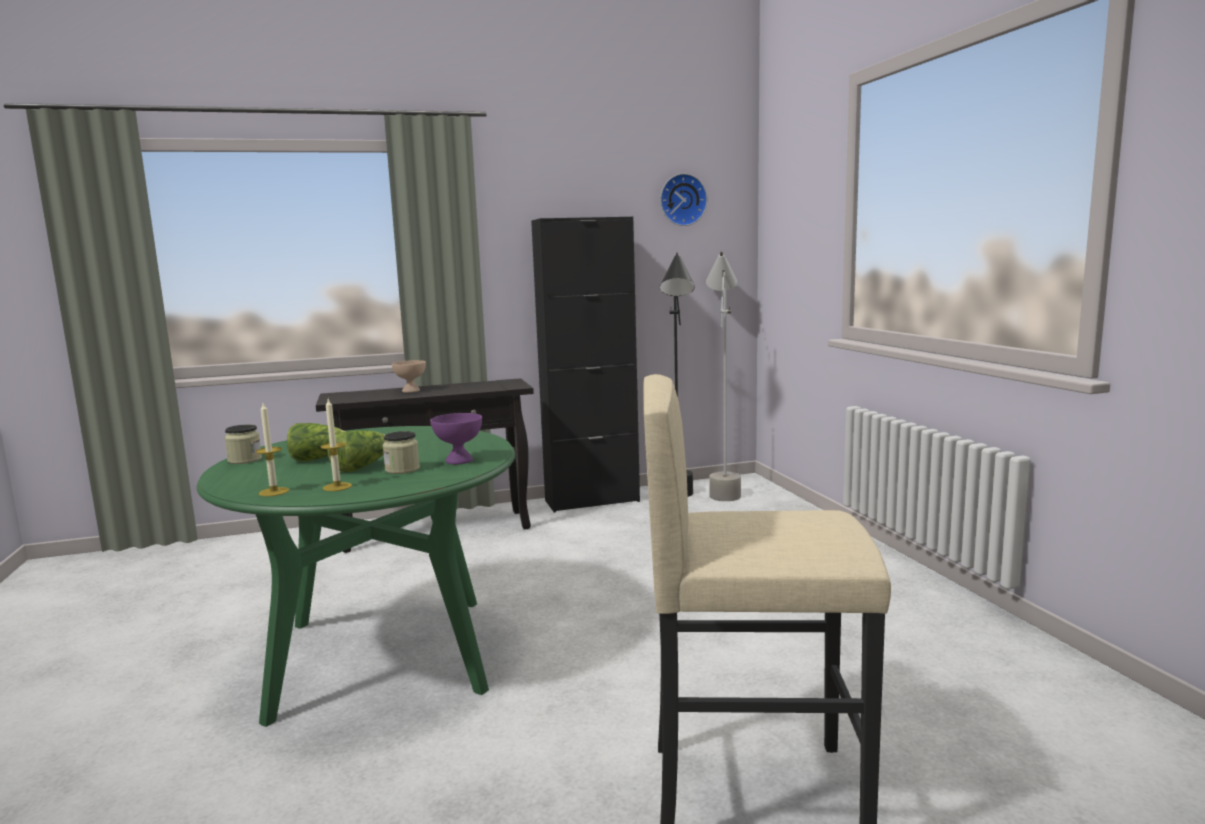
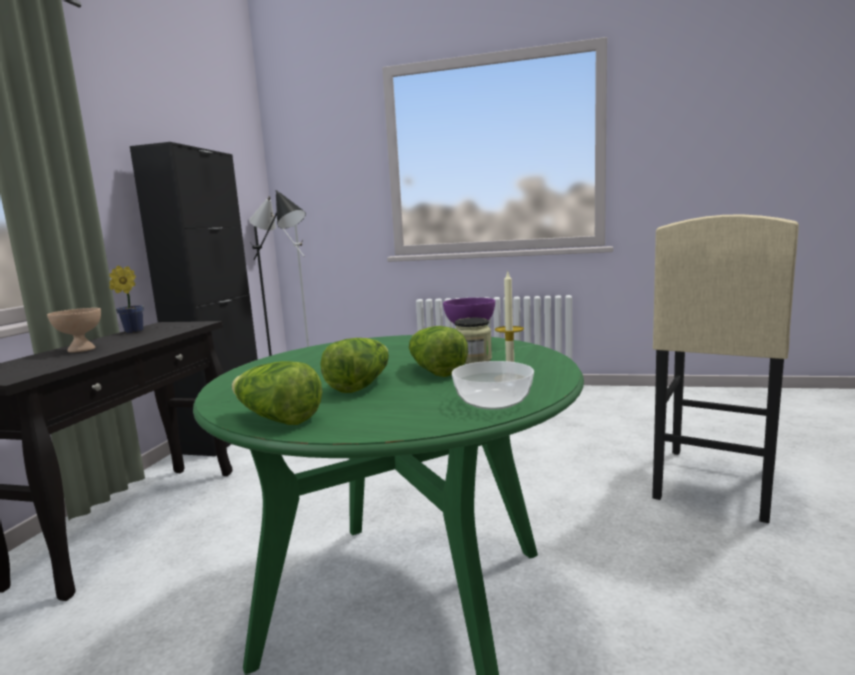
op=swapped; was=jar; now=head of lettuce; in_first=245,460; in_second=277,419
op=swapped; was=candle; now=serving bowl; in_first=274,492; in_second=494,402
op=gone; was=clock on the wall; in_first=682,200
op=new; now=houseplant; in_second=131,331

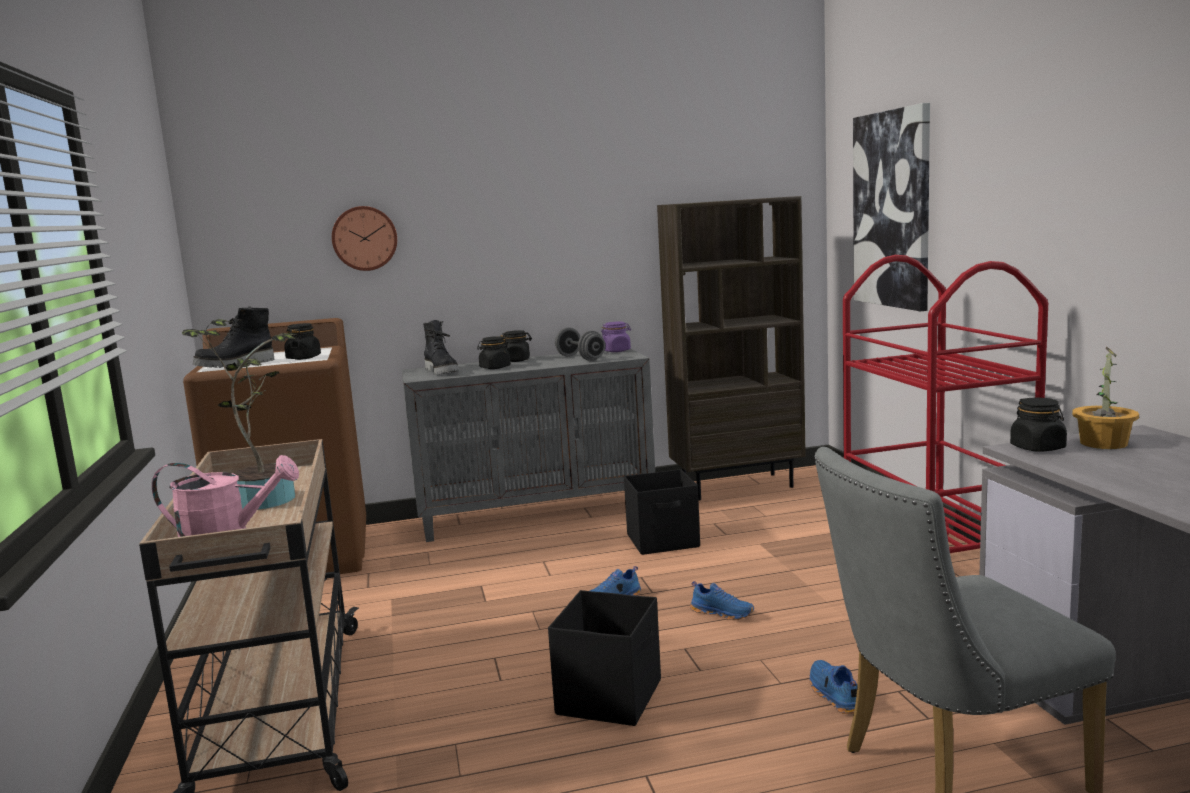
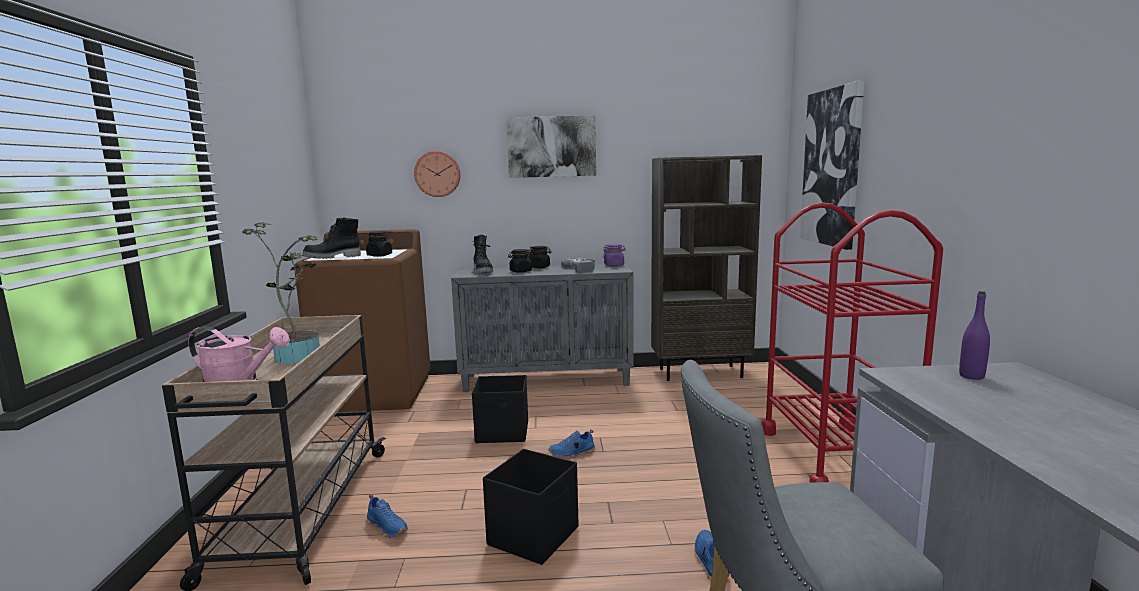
op=swapped; was=hand weight in greyish; now=power drill; in_first=580,358; in_second=584,269
op=shifted; was=storage container in black-coloured; in_first=664,541; in_second=503,432
op=shifted; was=shoe in blue-coloured; in_first=722,613; in_second=388,527
op=gone; was=jar in black-coloured; in_first=1038,448
op=swapped; was=houseplant; now=beverage bottle in purplish; in_first=1102,443; in_second=971,376
op=new; now=wall picture; in_second=551,147

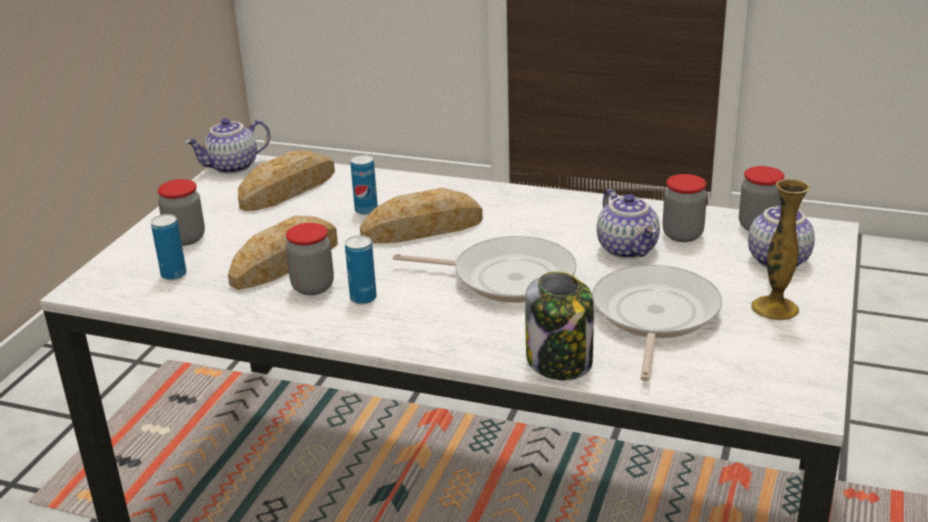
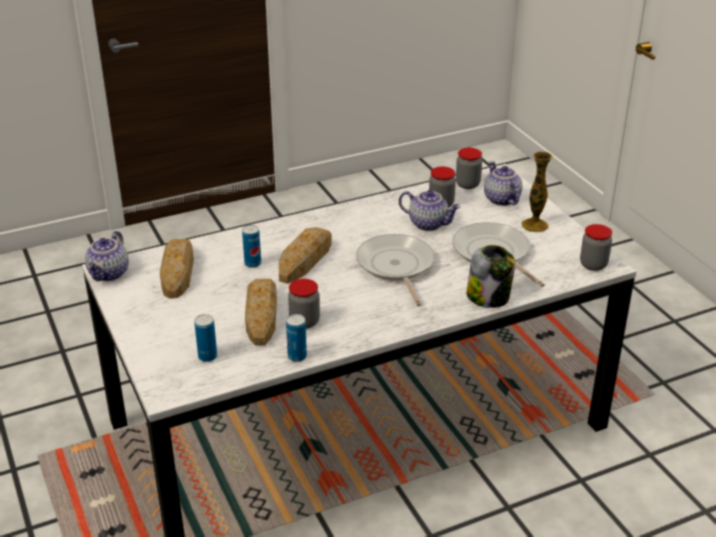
op=shifted; was=jar; in_first=186,238; in_second=593,265
op=shifted; was=metal can; in_first=363,298; in_second=297,356
op=rotated; was=skillet; in_first=507,277; in_second=396,267; clockwise=-75

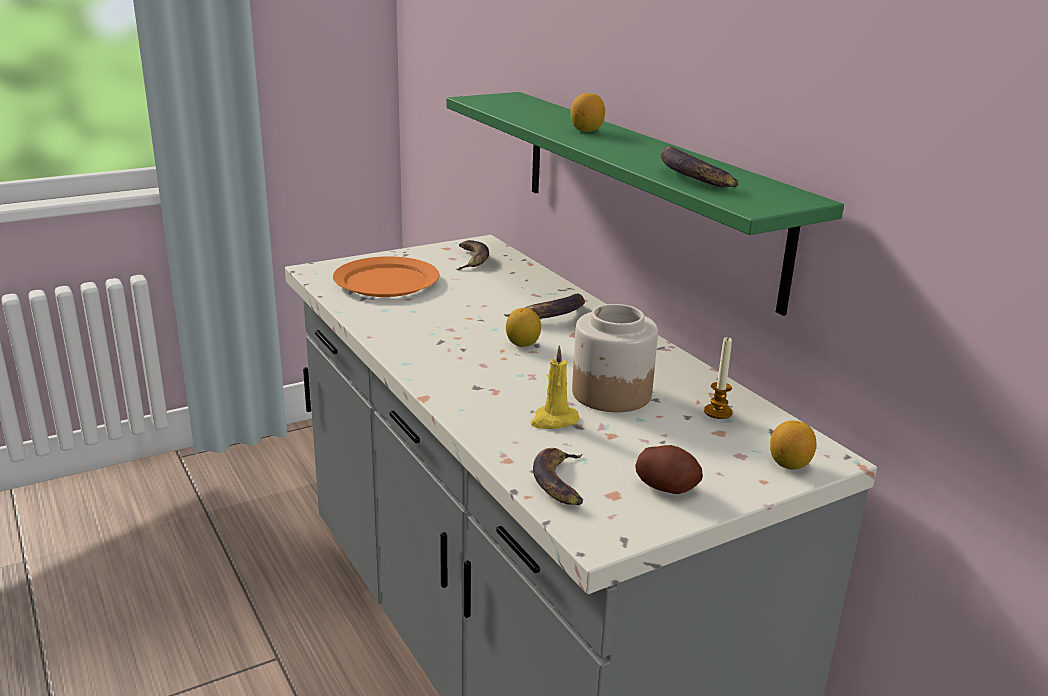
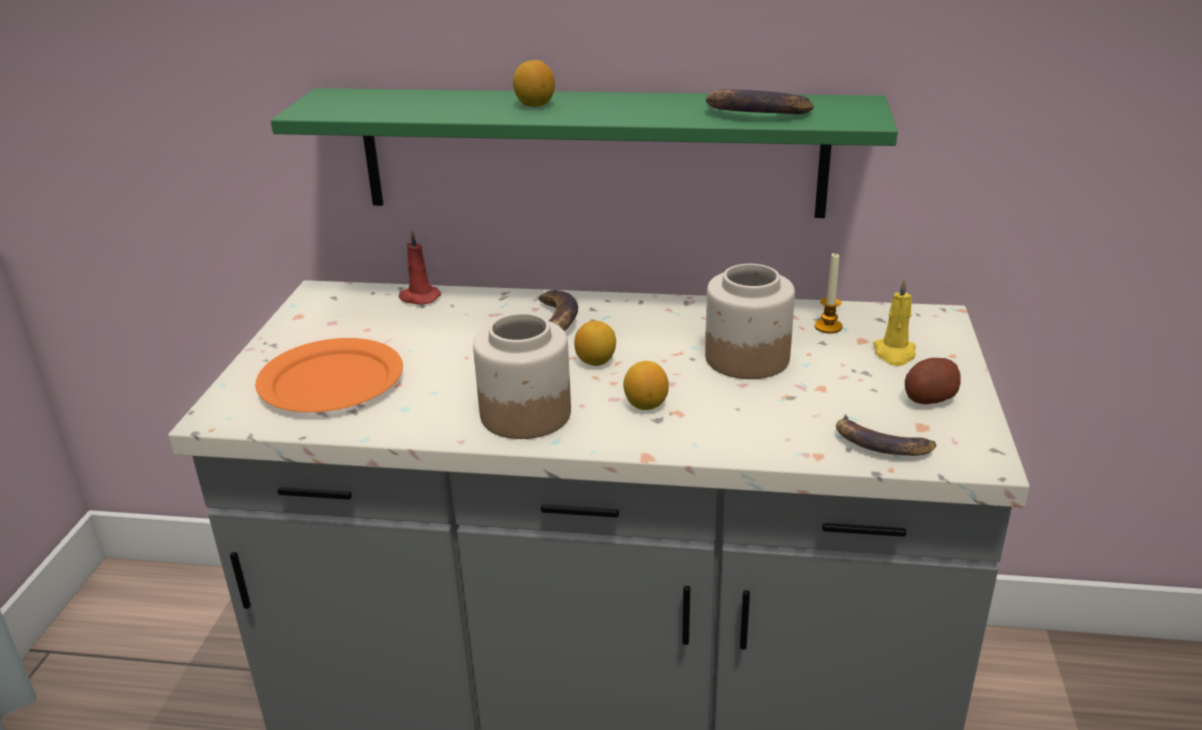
op=gone; was=banana; in_first=471,259
op=shifted; was=candle in yellow-coloured; in_first=553,420; in_second=894,354
op=shifted; was=whole lemon; in_first=789,464; in_second=645,405
op=new; now=candle in red; in_second=418,297
op=new; now=jar; in_second=524,414

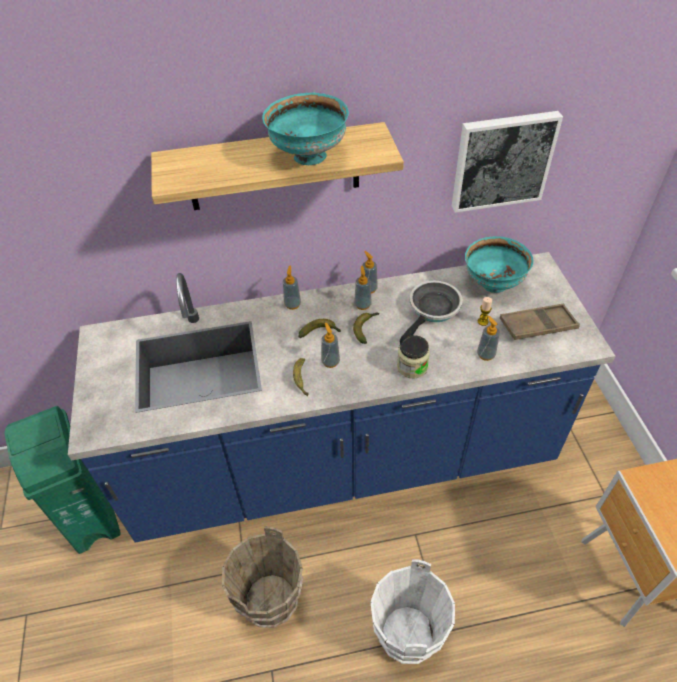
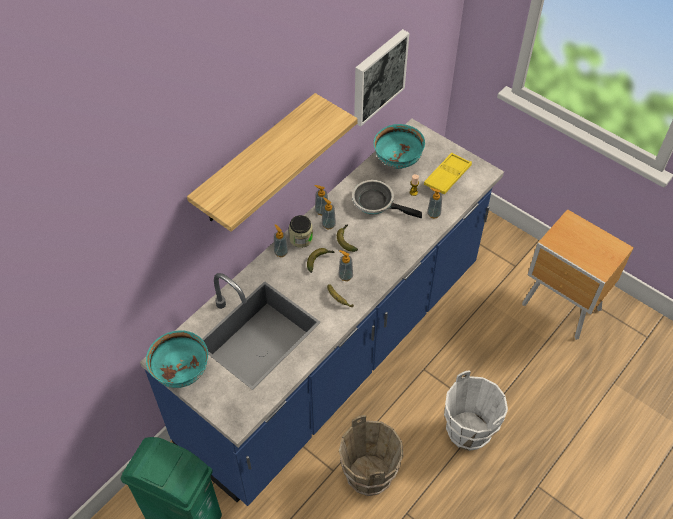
op=shifted; was=serving bowl in turquoise-coloured; in_first=308,157; in_second=182,373
op=shifted; was=jar; in_first=412,367; in_second=301,238
op=rotated; was=skillet; in_first=432,310; in_second=376,202; clockwise=-60
op=repainted; was=carrying tray in brown-coloured; now=carrying tray in yellow-coloured; in_first=537,326; in_second=447,176

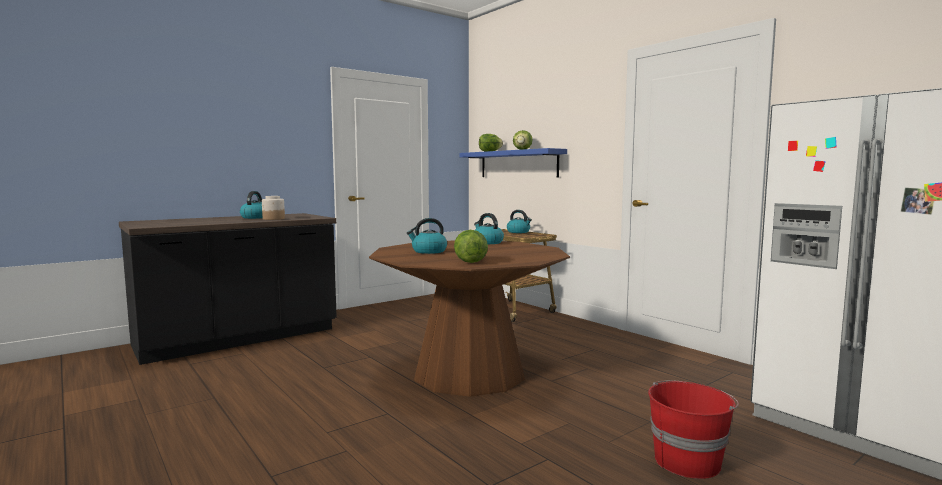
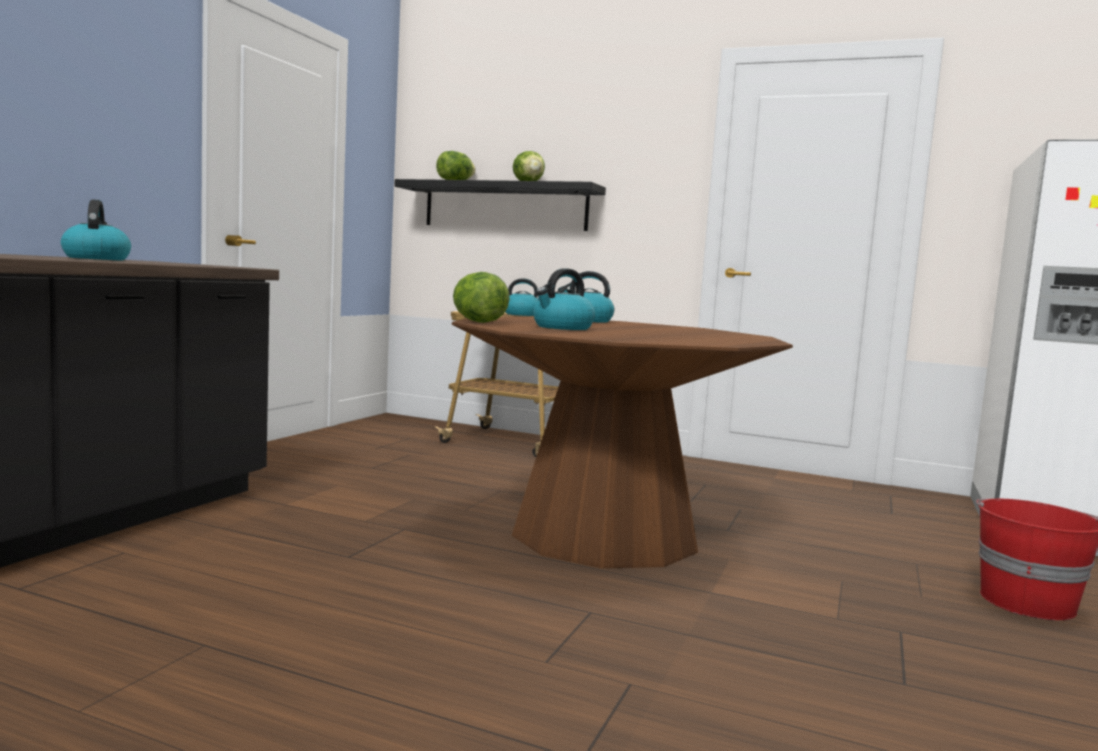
op=gone; was=jar; in_first=273,219
op=shifted; was=head of lettuce; in_first=470,262; in_second=478,322
op=repainted; was=bracket shelf in blue-coloured; now=bracket shelf in black-coloured; in_first=518,164; in_second=505,206

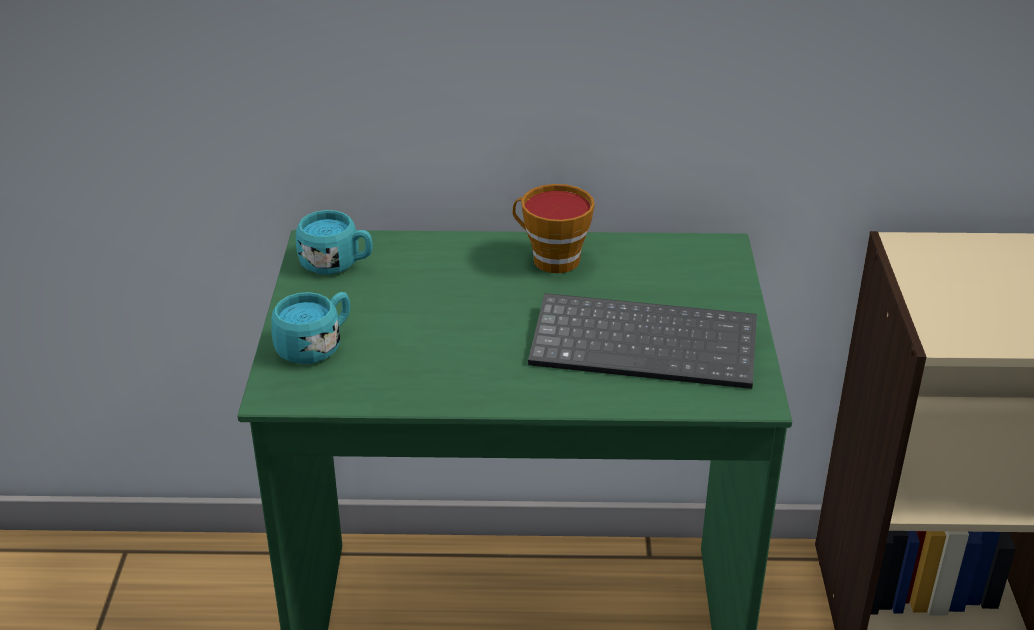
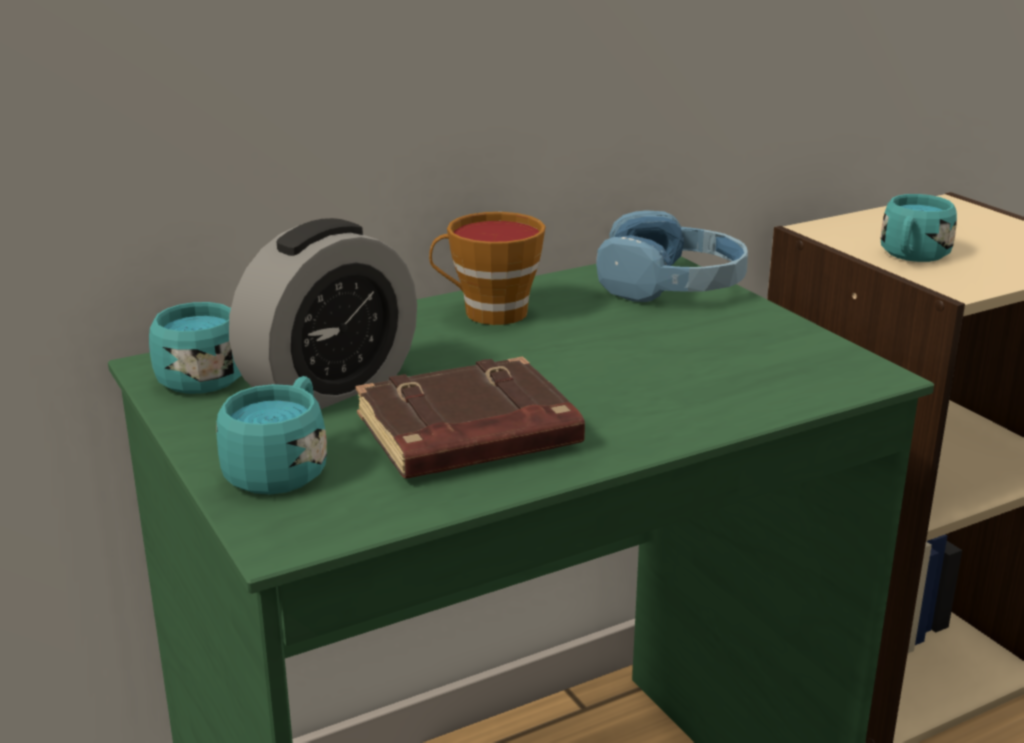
op=gone; was=computer keyboard; in_first=647,344
op=new; now=table clock; in_second=330,387
op=new; now=bound book in brown-coloured; in_second=467,435
op=new; now=pair of headphones in blue-coloured; in_second=672,286
op=new; now=tea mug in turquoise-coloured; in_second=912,256

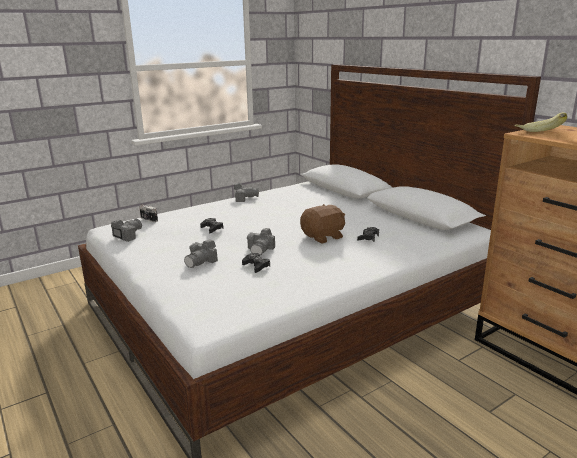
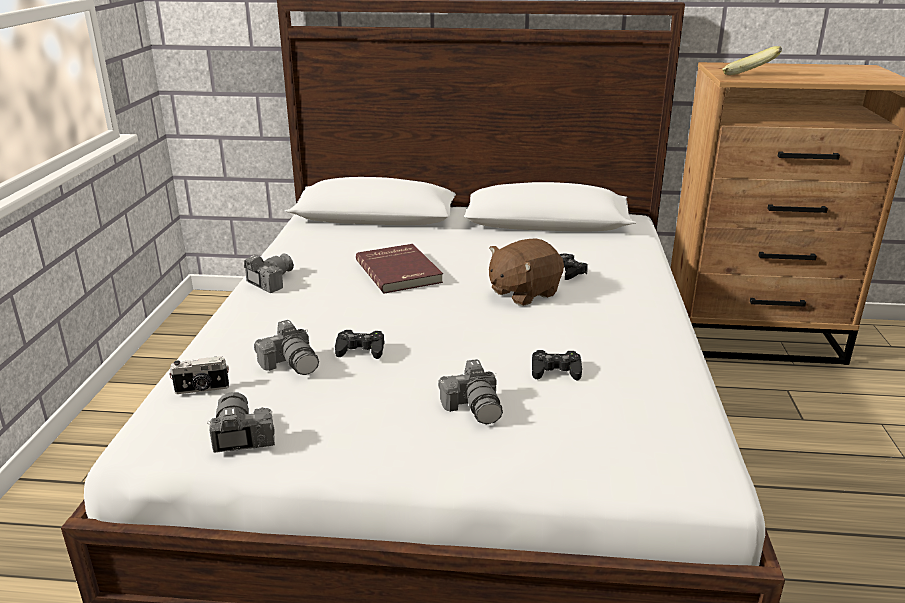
op=shifted; was=still camera; in_first=261,250; in_second=291,363
op=rotated; was=cuddly toy in brown-coloured; in_first=323,237; in_second=523,293; clockwise=-135
op=new; now=bound book in red; in_second=400,271

